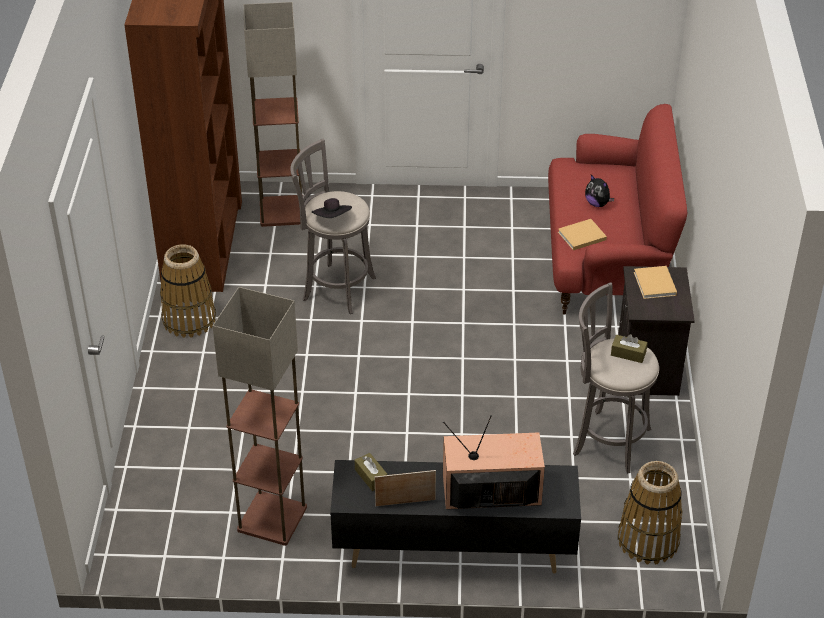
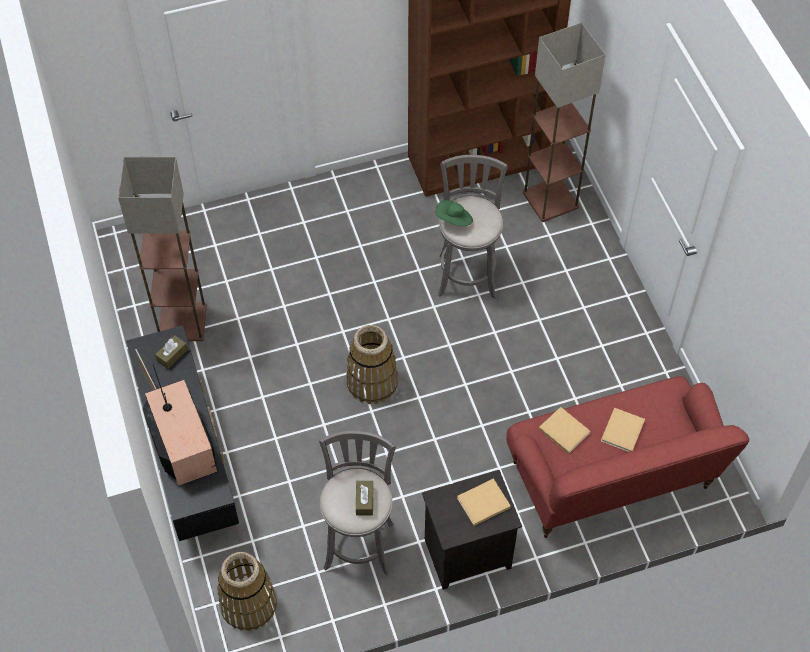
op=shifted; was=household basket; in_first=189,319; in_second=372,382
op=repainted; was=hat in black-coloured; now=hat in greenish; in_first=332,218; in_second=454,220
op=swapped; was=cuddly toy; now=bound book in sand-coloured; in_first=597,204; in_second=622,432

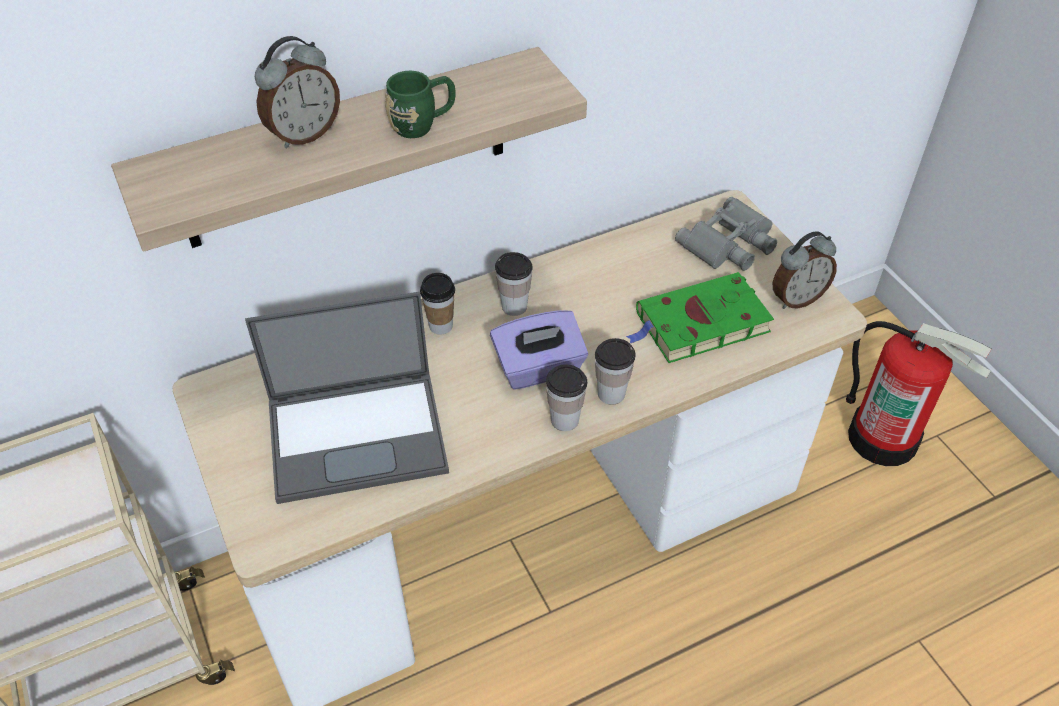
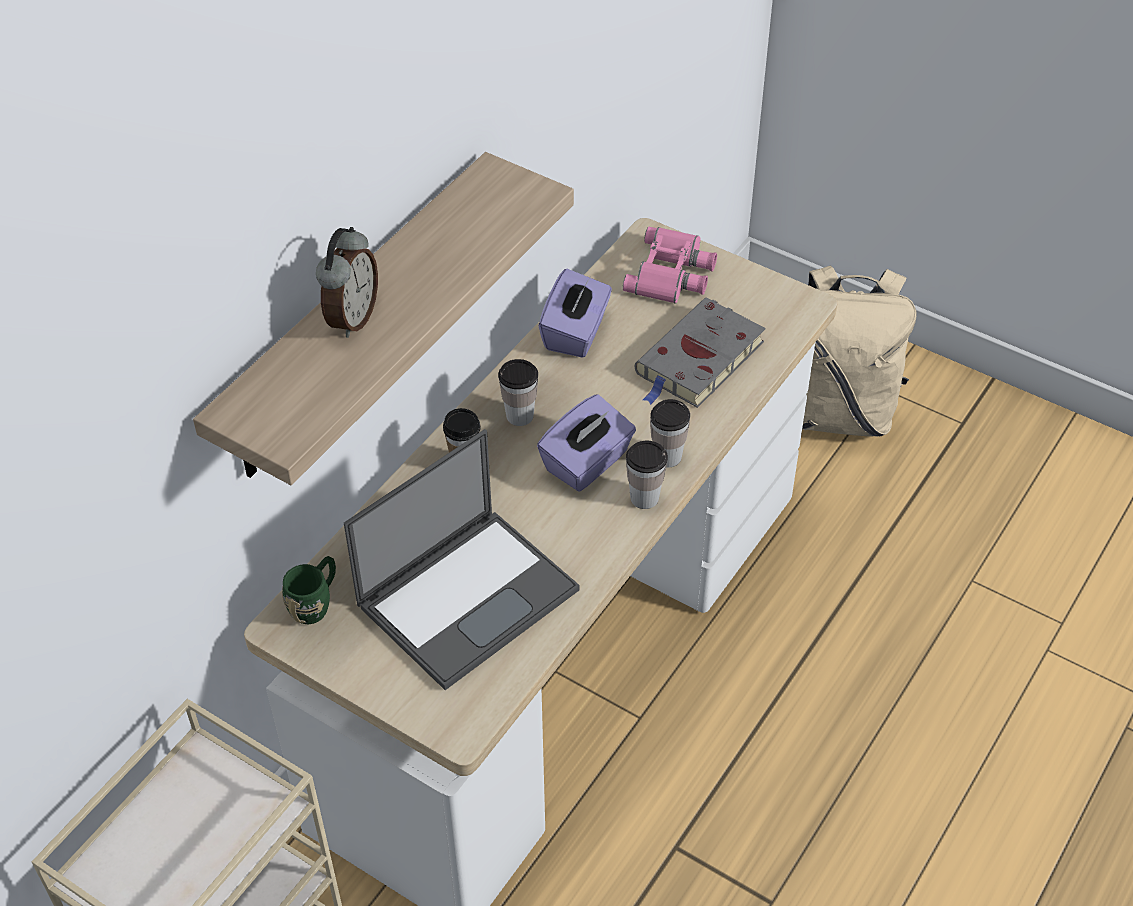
op=shifted; was=tea mug in greenish; in_first=423,124; in_second=316,603
op=repainted; was=bound book in greenish; now=bound book in greyish; in_first=699,324; in_second=698,361
op=repainted; was=pair of binoculars in greyish; now=pair of binoculars in pink-coloured; in_first=730,244; in_second=672,273
op=gone; was=table clock; in_first=796,298
op=swapped; was=fire-fighting cylinder; now=knapsack in sand-coloured; in_first=883,438; in_second=838,411
op=new; now=tissue holder in purplish; in_second=576,333

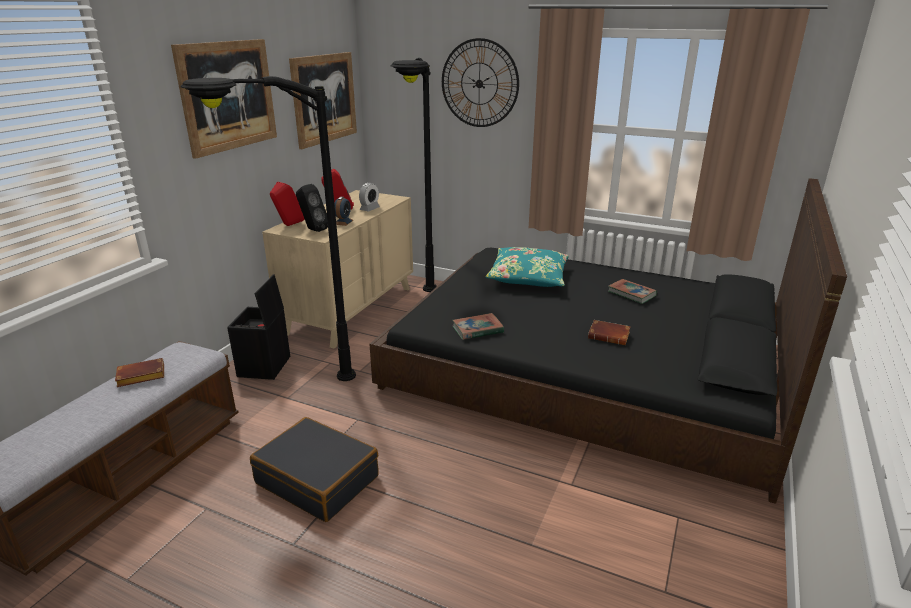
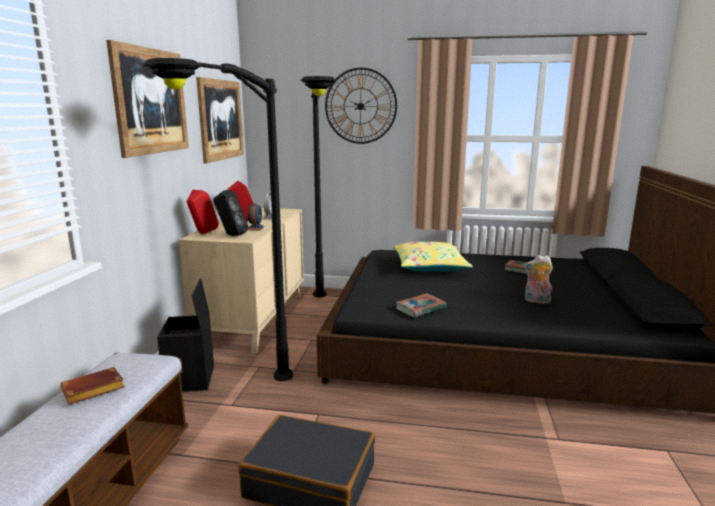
op=repainted; was=cushion in turquoise-coloured; now=cushion in yellow-coloured; in_first=528,277; in_second=430,266
op=swapped; was=bound book in brown-coloured; now=cuddly toy; in_first=610,336; in_second=536,301

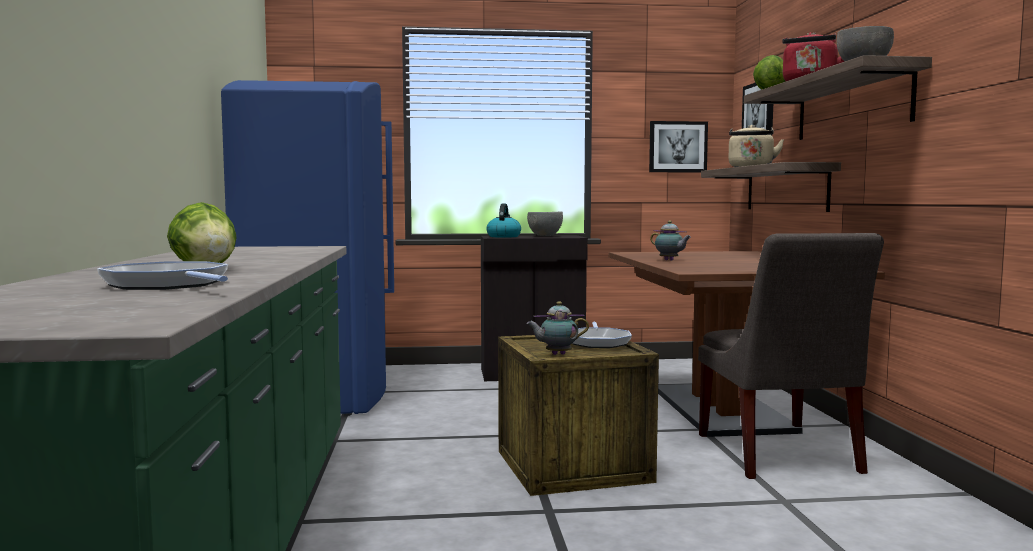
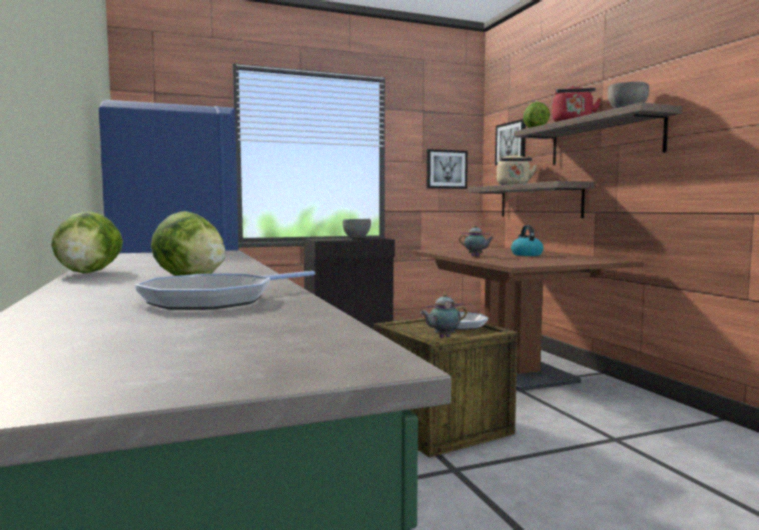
op=rotated; was=skillet; in_first=169,285; in_second=215,299; clockwise=-75
op=shifted; was=tea kettle; in_first=503,236; in_second=526,254
op=gone; was=upright chair in greyish; in_first=778,455
op=new; now=head of lettuce; in_second=89,273

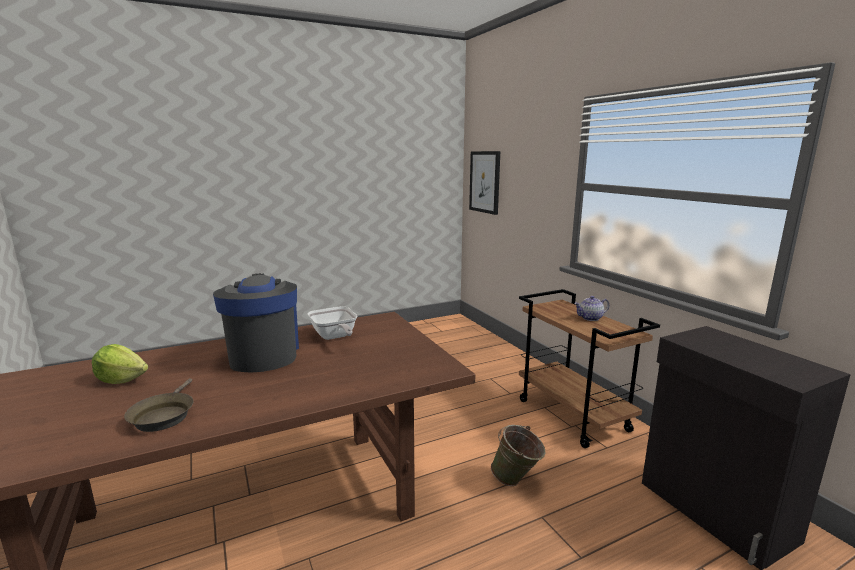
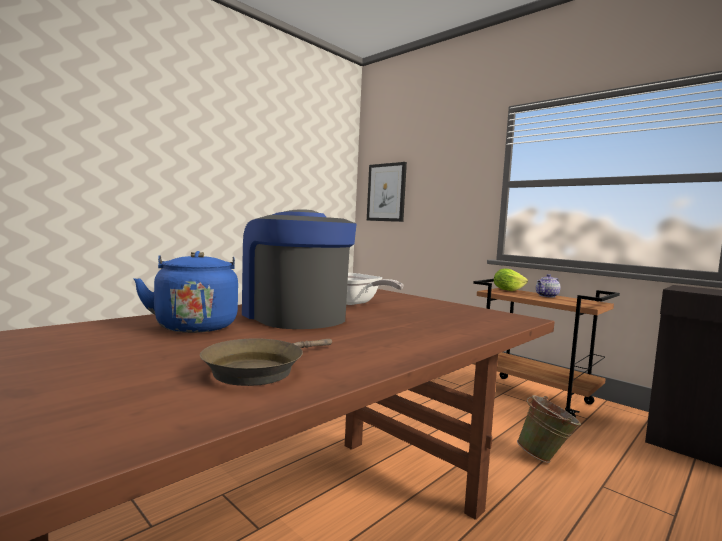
op=shifted; was=head of lettuce; in_first=122,379; in_second=507,290
op=rotated; was=skillet in brown-coloured; in_first=164,415; in_second=259,369; clockwise=60
op=new; now=tea kettle in blue-coloured; in_second=195,325

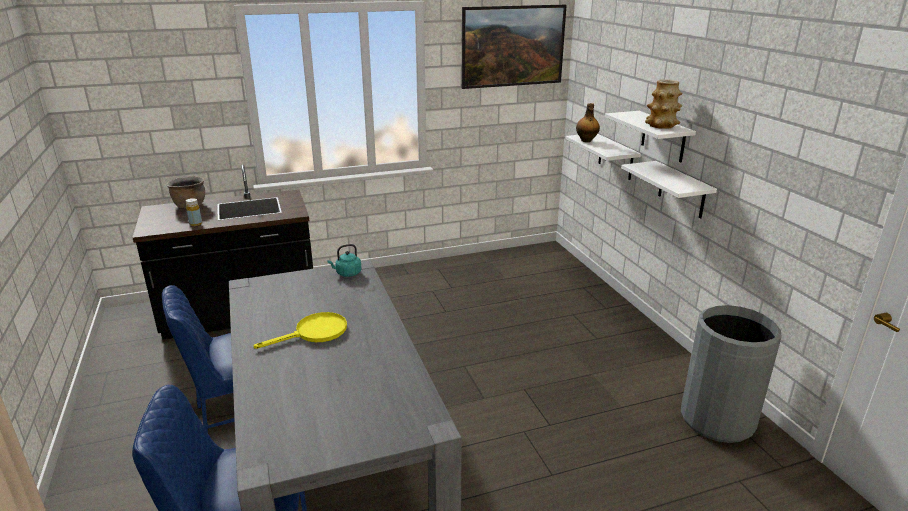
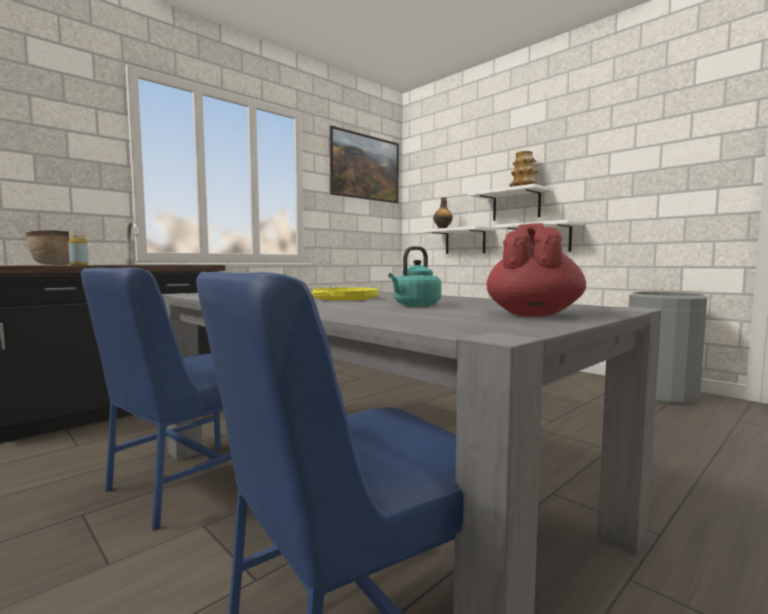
op=shifted; was=tea kettle in turquoise-coloured; in_first=347,273; in_second=415,305
op=new; now=teapot in red; in_second=533,314

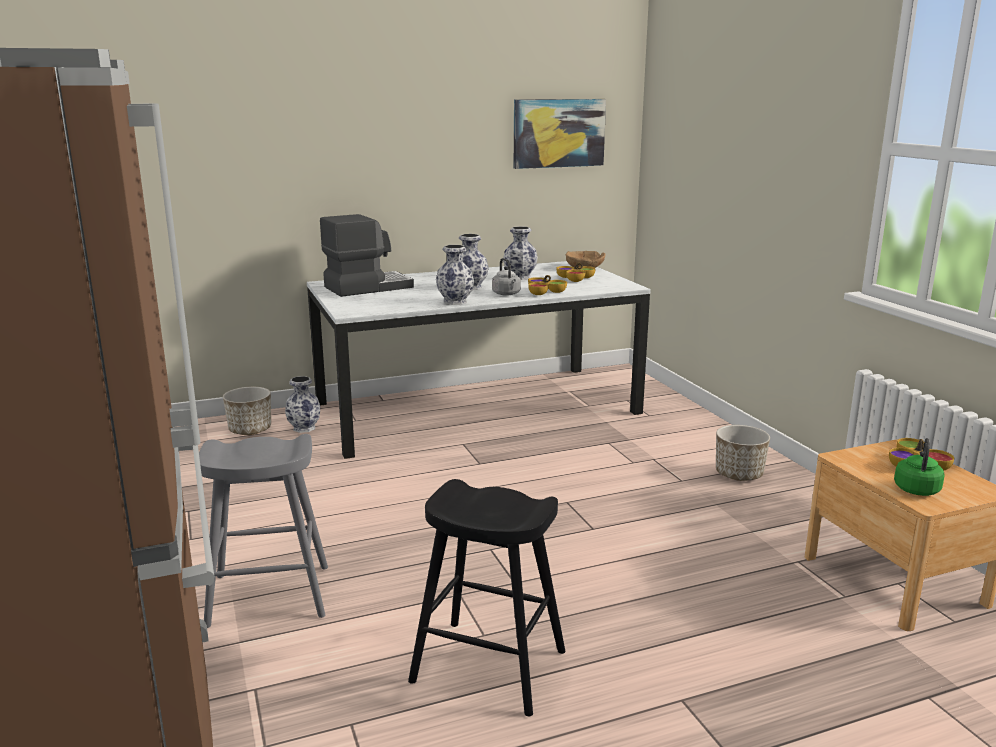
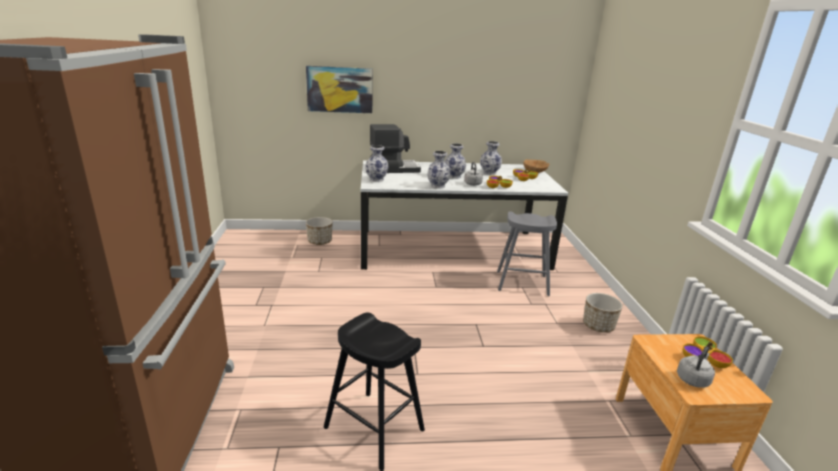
op=shifted; was=stool in greyish; in_first=269,596; in_second=522,283
op=shifted; was=decorative vase; in_first=304,428; in_second=377,179
op=shifted; was=wall picture; in_first=558,133; in_second=340,89
op=repainted; was=tea kettle in greenish; now=tea kettle in greyish; in_first=916,489; in_second=693,379

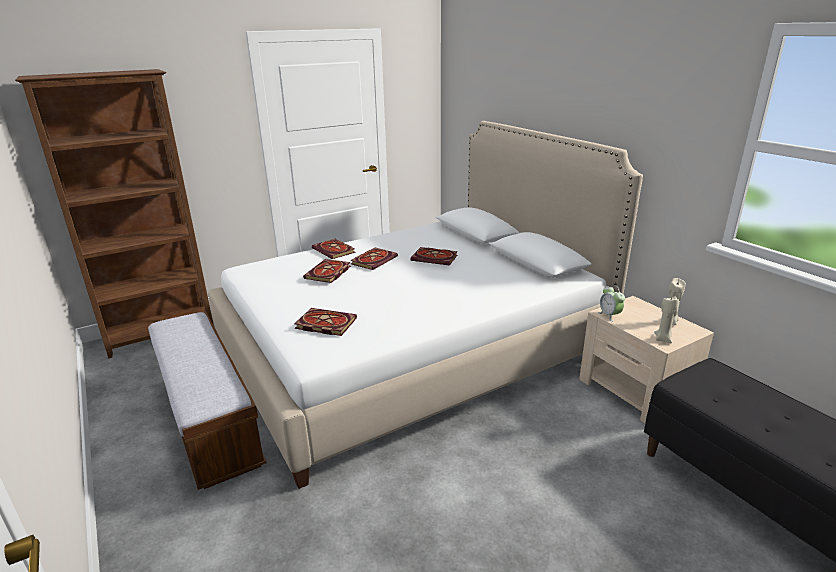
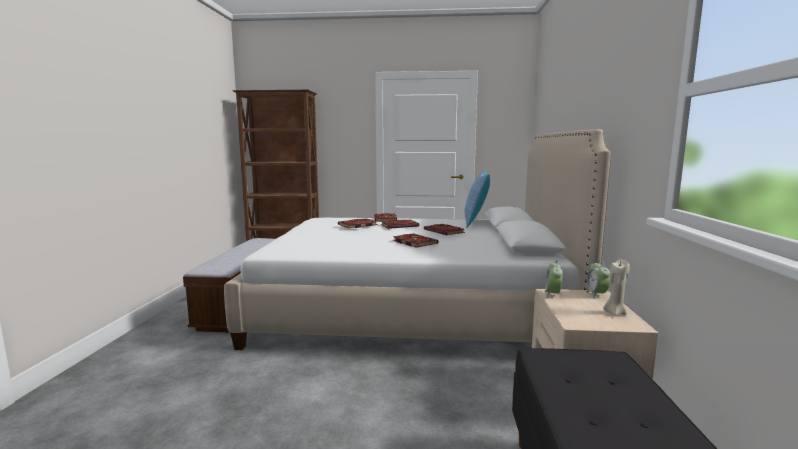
op=shifted; was=bound book; in_first=324,324; in_second=413,242
op=gone; was=candle in sand-coloured; in_first=663,339
op=new; now=cushion; in_second=476,223
op=new; now=table clock; in_second=596,295

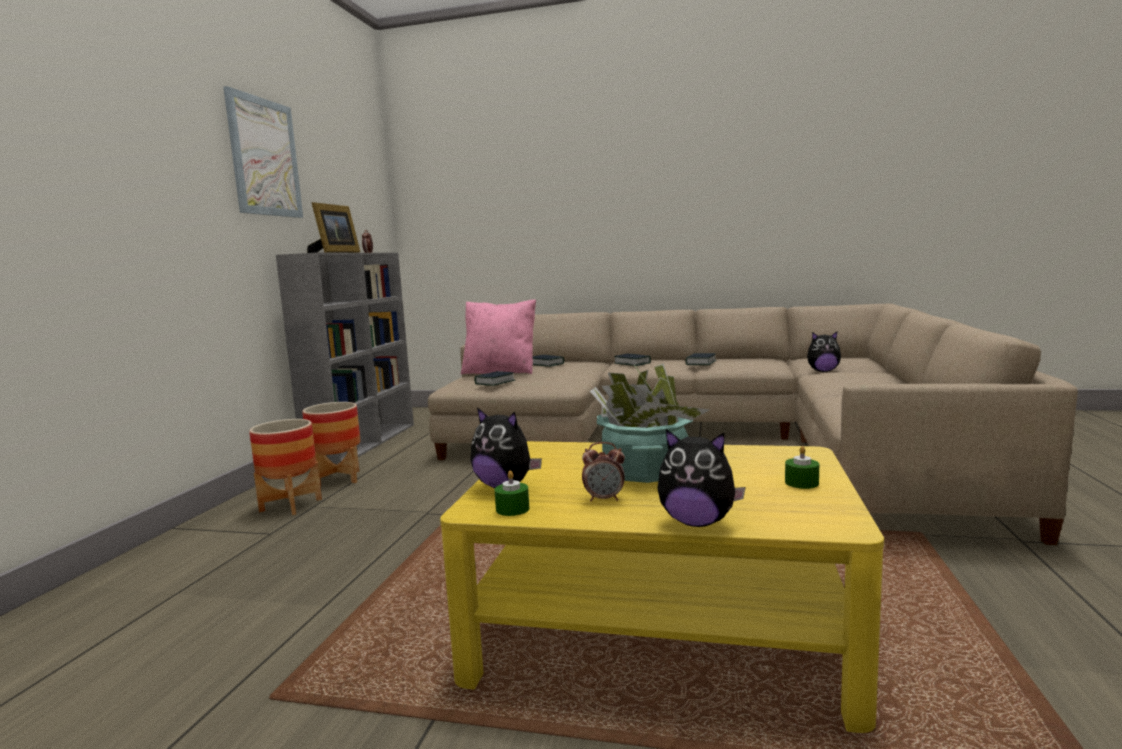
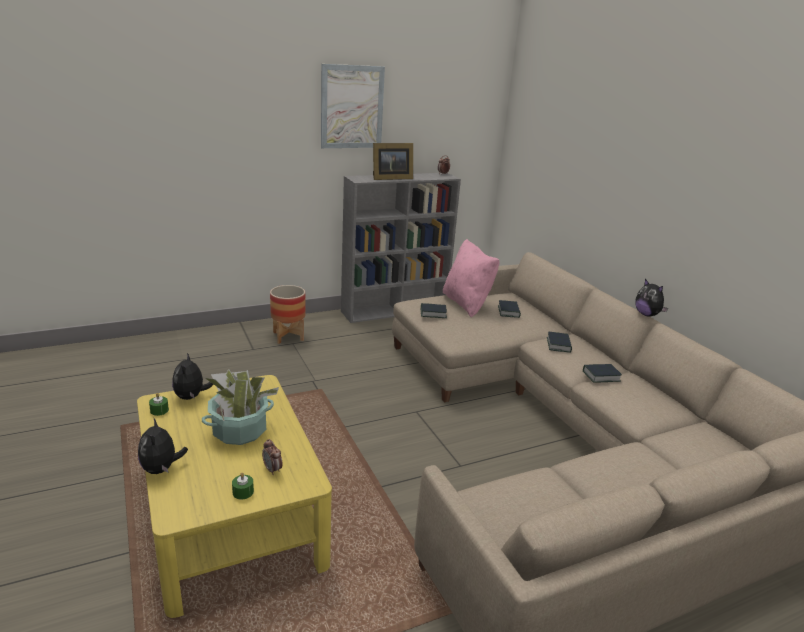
op=gone; was=flower pot; in_first=338,479
op=shifted; was=table clock; in_first=604,499; in_second=272,470
op=shifted; was=cuddly toy; in_first=823,371; in_second=647,314

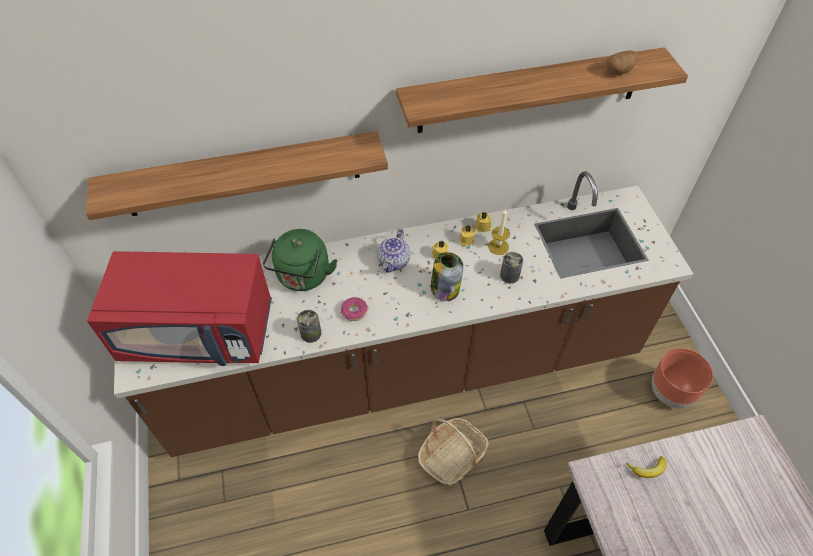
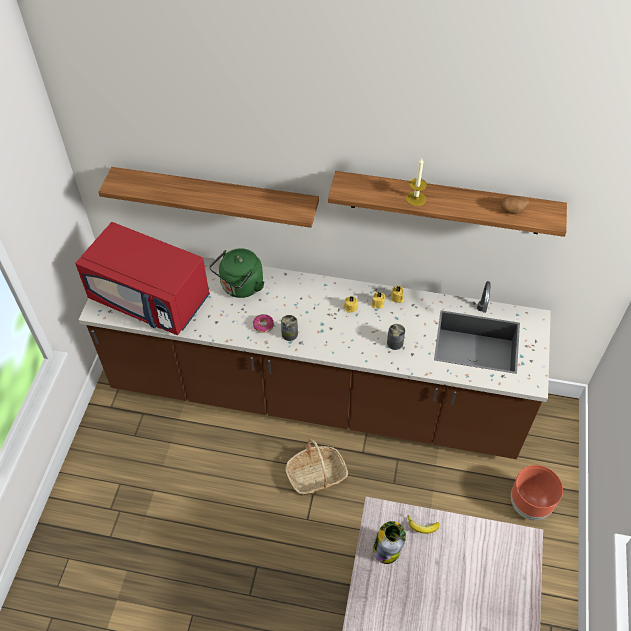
op=shifted; was=metal can; in_first=311,333; in_second=289,334
op=gone; was=teapot; in_first=394,262
op=shifted; was=jar; in_first=445,288; in_second=387,548
op=shifted; was=candle; in_first=498,246; in_second=415,198

